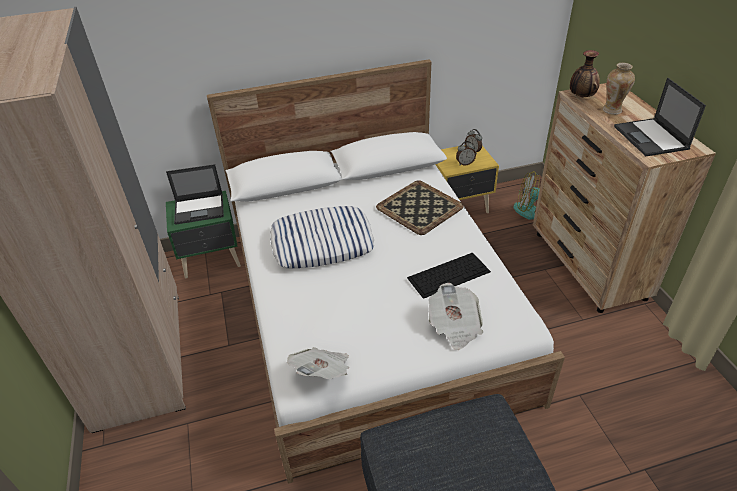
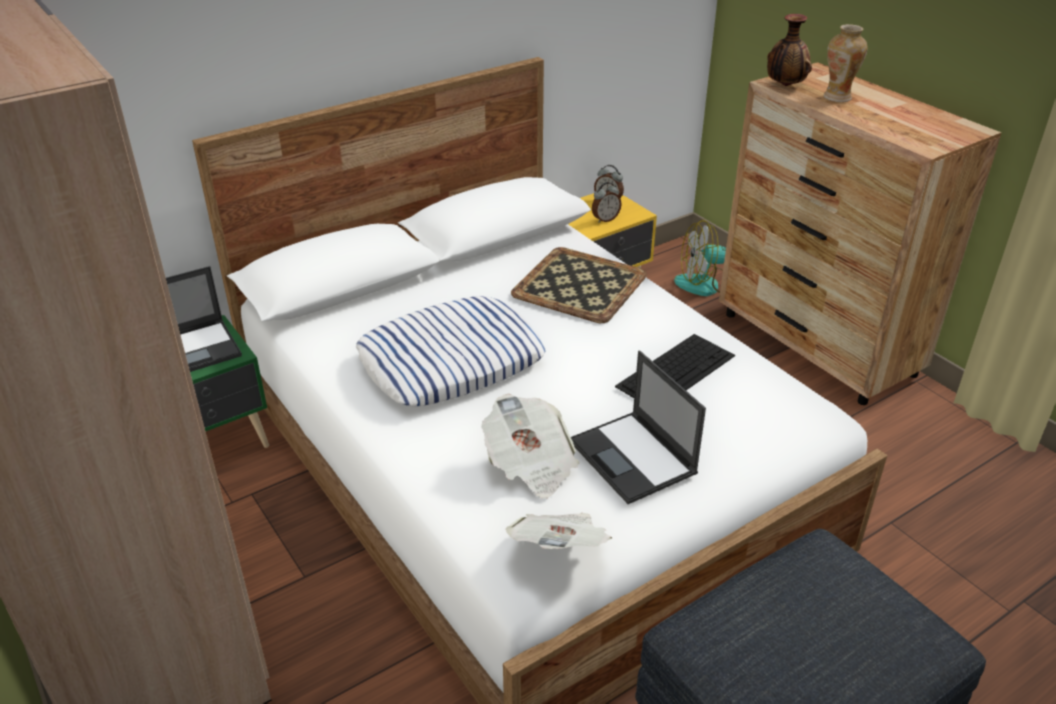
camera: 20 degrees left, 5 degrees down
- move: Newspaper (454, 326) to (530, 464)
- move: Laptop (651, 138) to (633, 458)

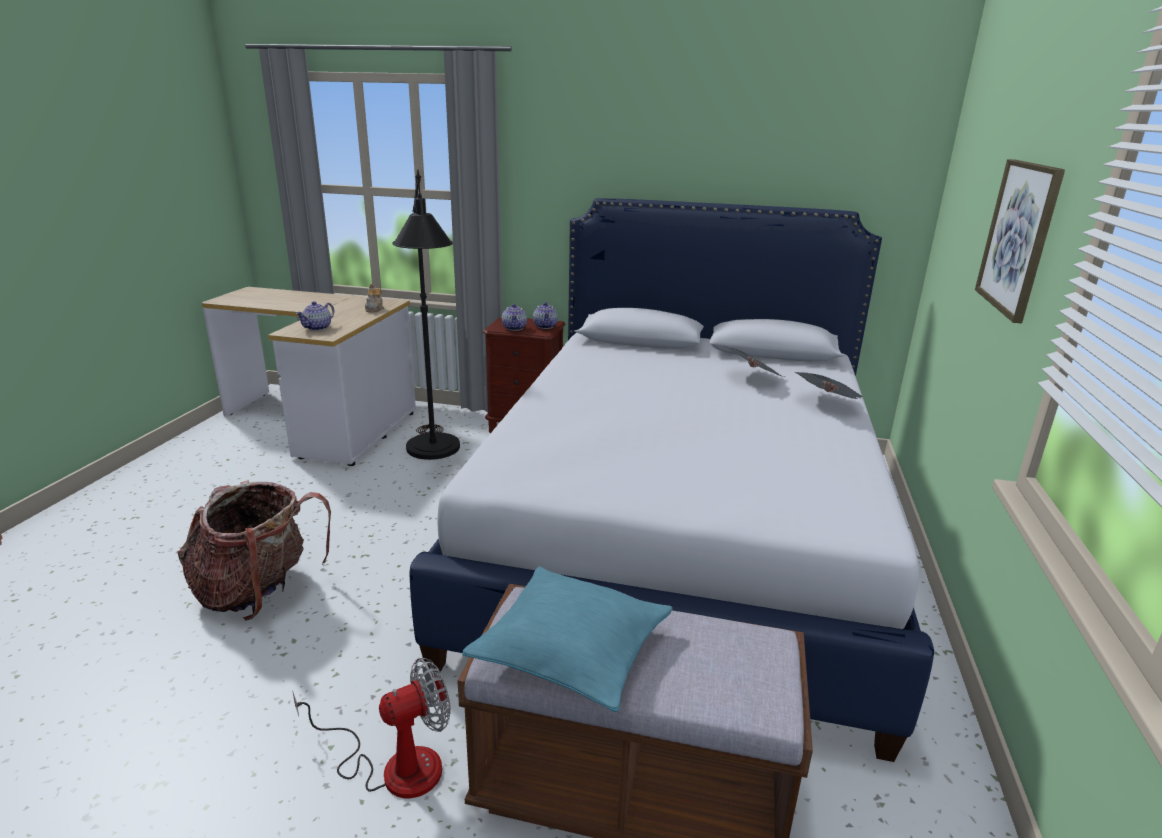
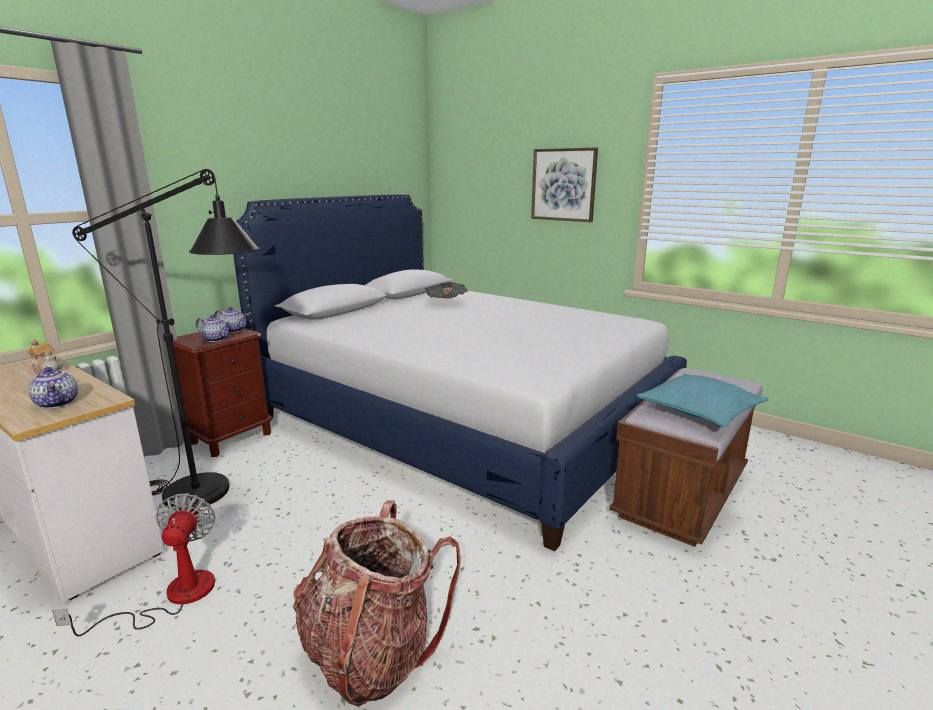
camera: 65 degrees left, 5 degrees down
- delete: Newspaper (828, 404)
- move: Fan (394, 766) to (172, 597)

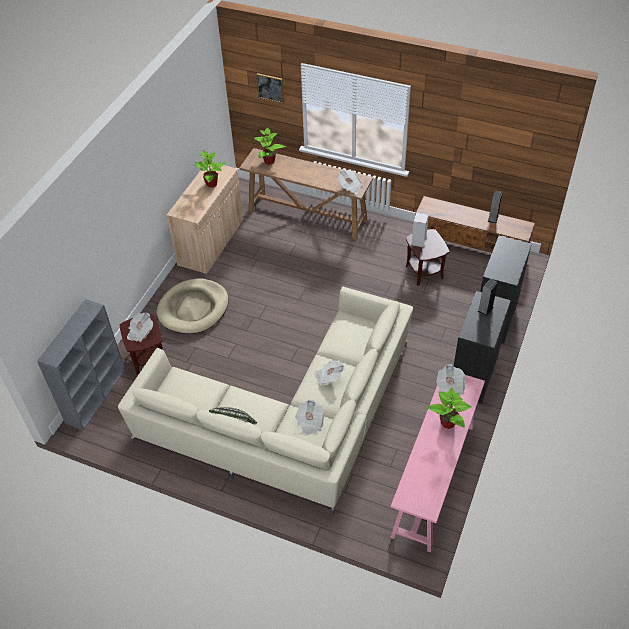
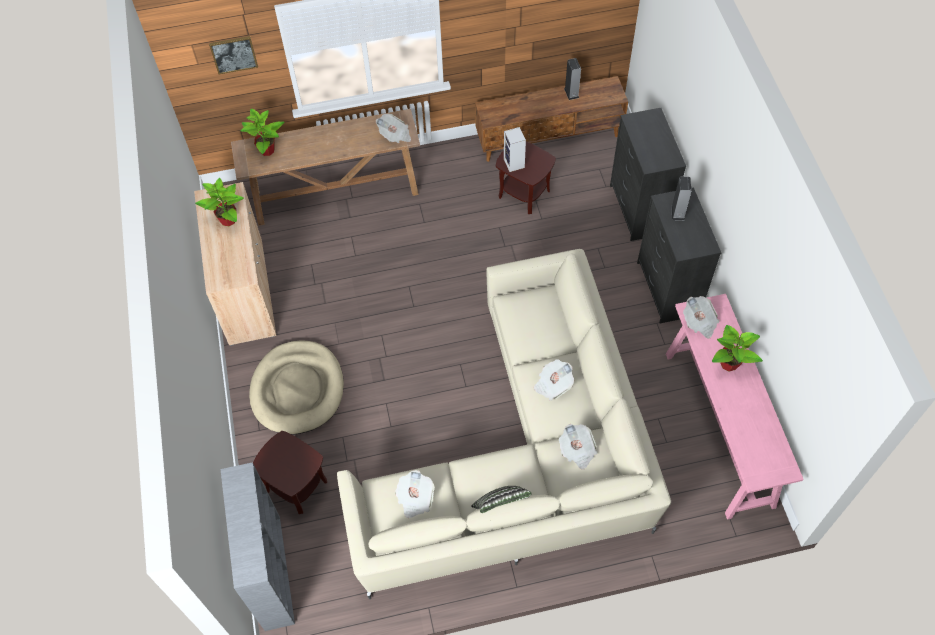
camera: 35 degrees left, 10 degrees up
- move: Newspaper (140, 332) to (415, 499)

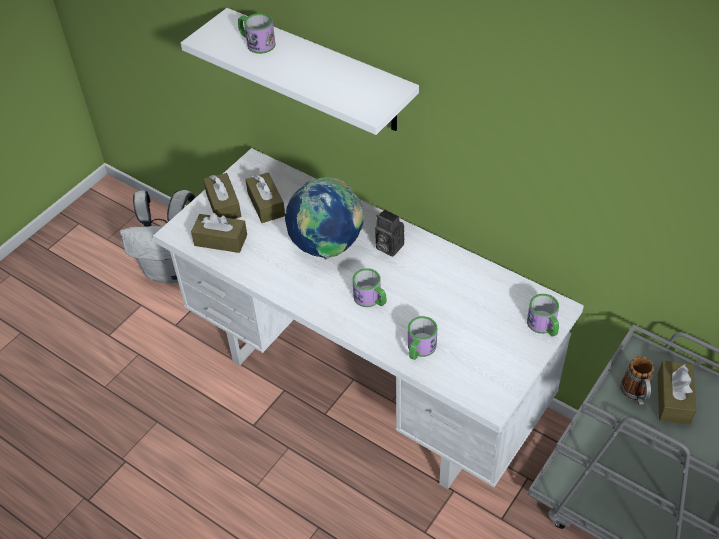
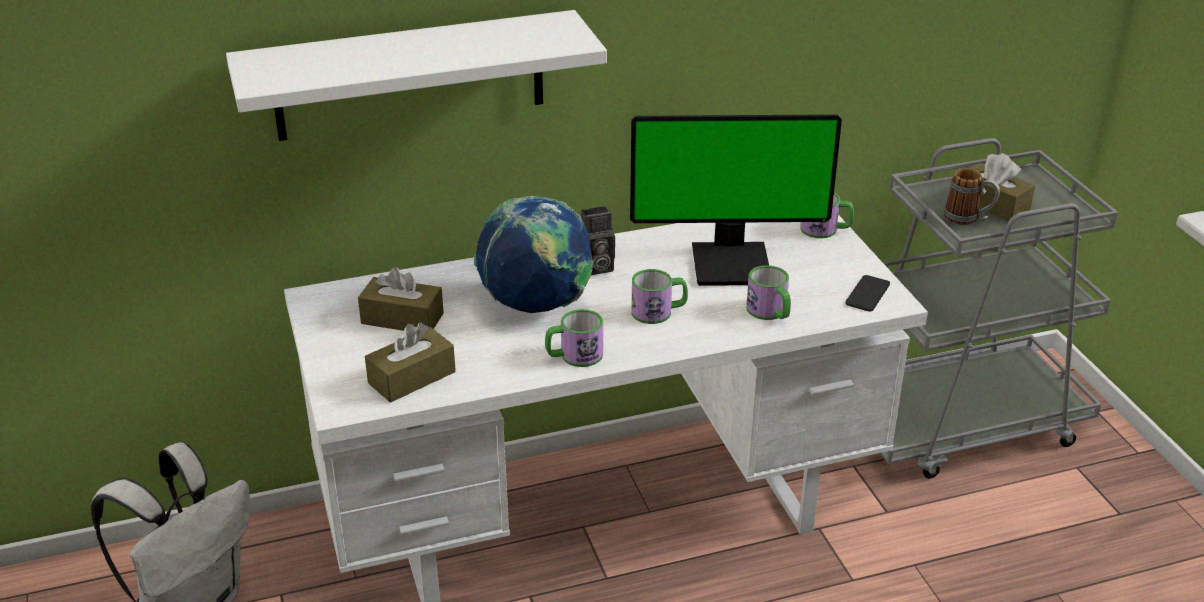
camera: 55 degrees left, 15 degrees down
- delete: BrownBoxOfTissues (223, 205)
- insert: Monitor (732, 262)
- insert: Telephone (867, 294)
- move: CoffeeMug (256, 43) to (574, 356)

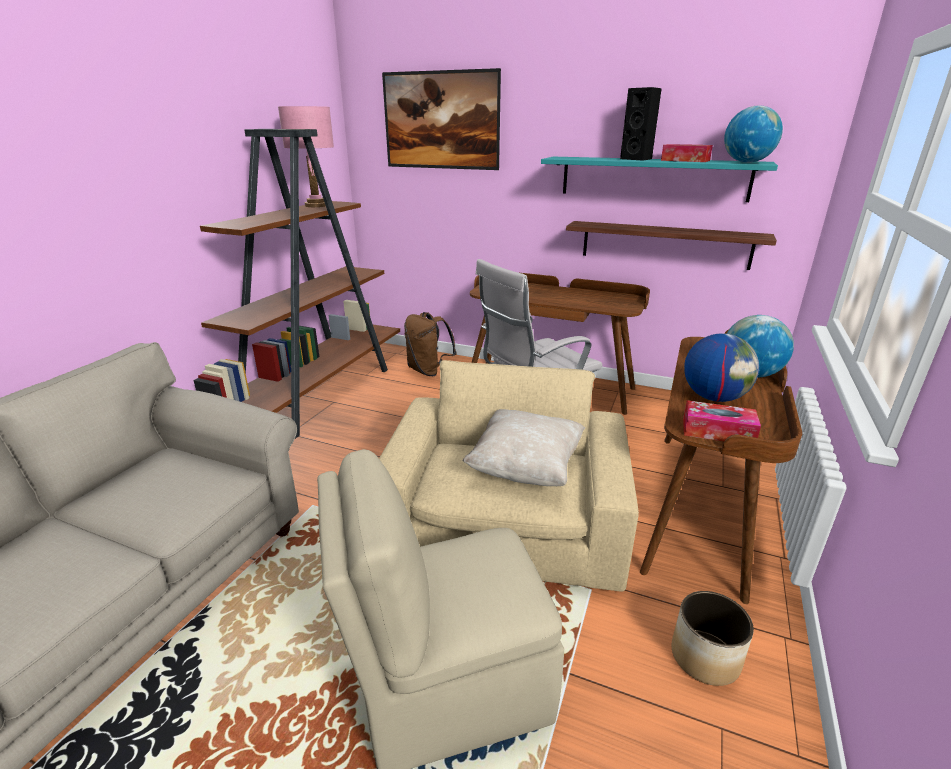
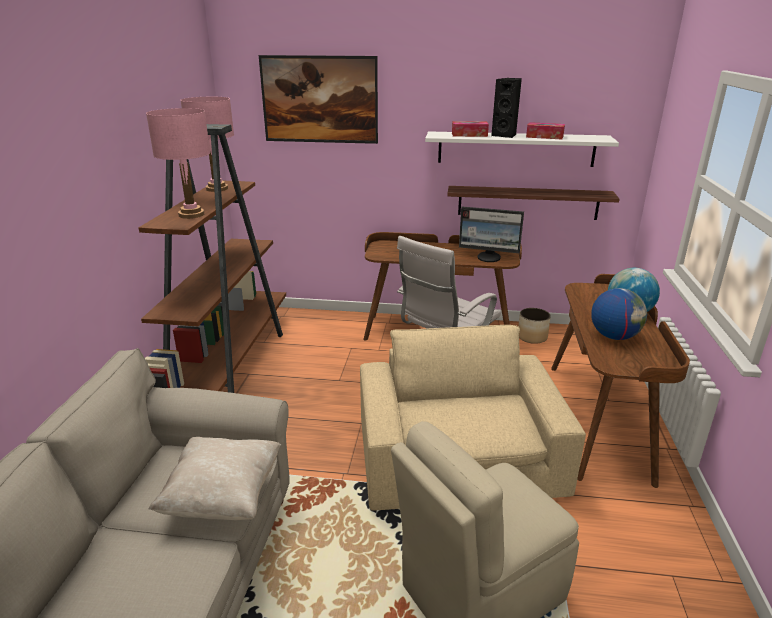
camera: 15 degrees left, 0 degrees up
- delete: BrownKnapsack (428, 371)
- delete: DeskGlobe (746, 162)
- insert: PinkColouredTabletopLamp (191, 214)
- insert: Monitor (489, 257)
- move: BeigeColouredThrowPillow (525, 468) to (223, 497)
- move: FlowerPot (706, 657) to (532, 337)
- move: BoxOfTissues (717, 432) to (469, 135)
- recolor: BlueGreenBracketShelf (653, 178) to WhiteColouredBracketShelf (515, 149)

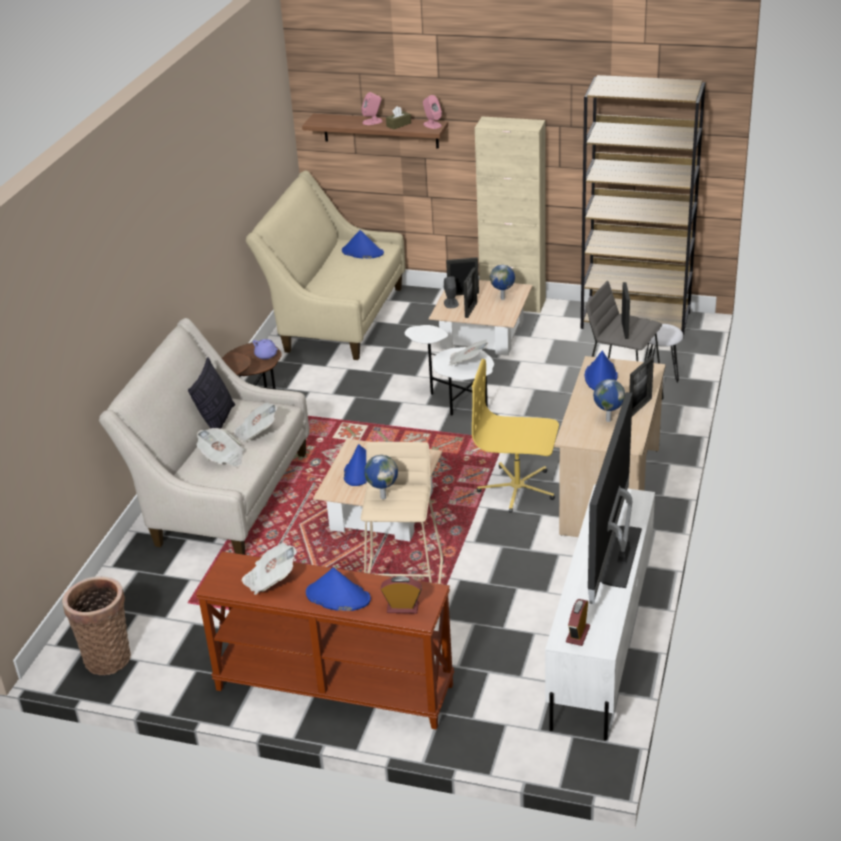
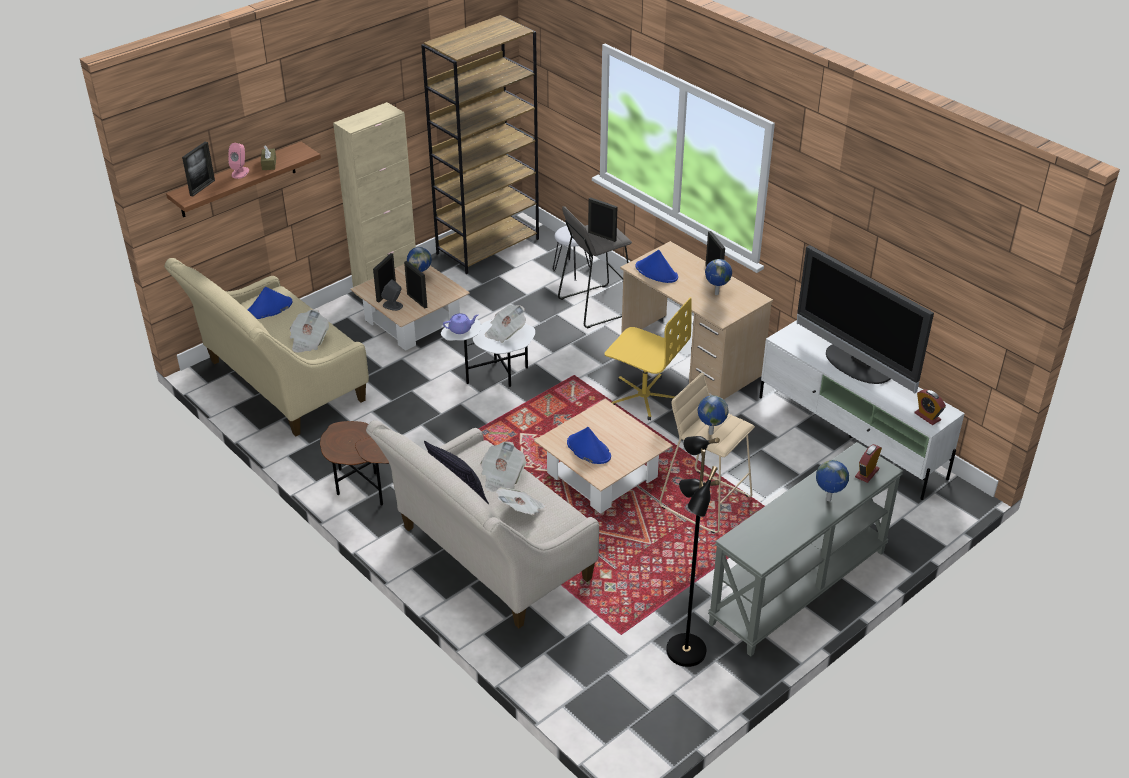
camera: 60 degrees left, 5 degrees up
- delete: StorageBasket (107, 656)
- delete: PinkColouredLoudspeaker (432, 125)
- insert: PictureFrame (202, 188)
- insert: BlackColouredStandardLamp (684, 651)
- move: Newspaper (270, 580) to (308, 341)
- move: PurpleColouredTeapot (266, 355) to (461, 329)
- replace: BlueHat (337, 597) to DeskGlobe (828, 499)
- recolor: BrownHallTable (333, 688) to GreyHallTable (799, 588)
- rotate: YellowDeskChair (517, 489) = (644, 397) 105 degrees counterclockwise

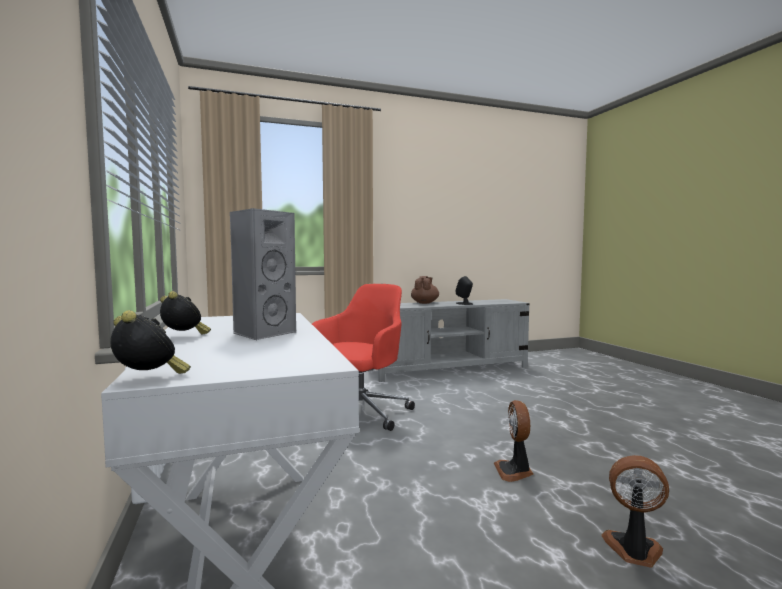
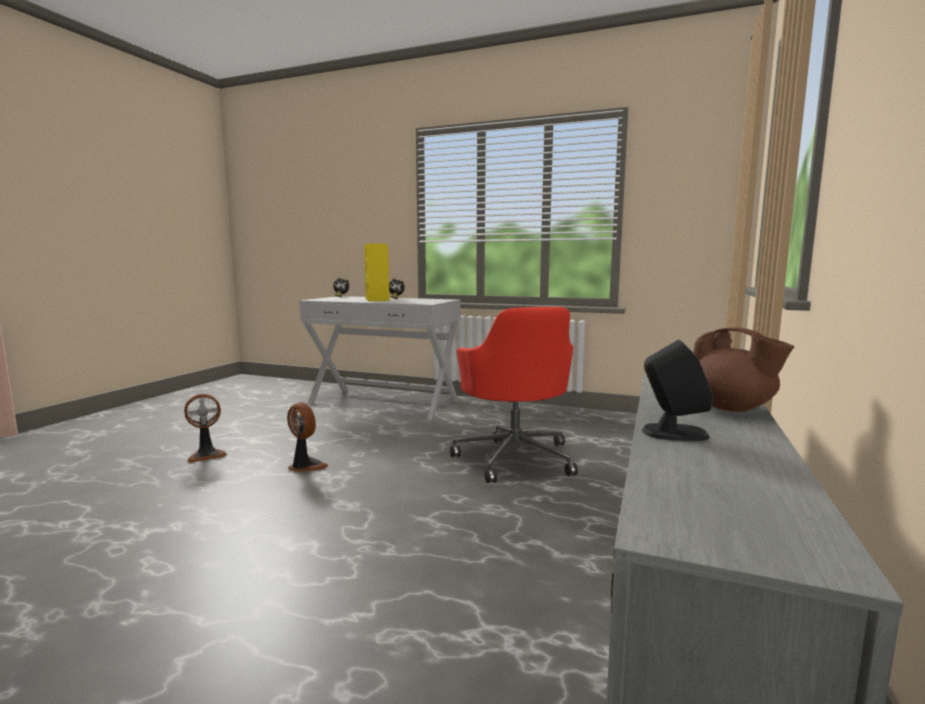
camera: 130 degrees right, 5 degrees up
- recolor: GreyLoudspeaker (262, 333) to YellowLoudspeaker (377, 300)

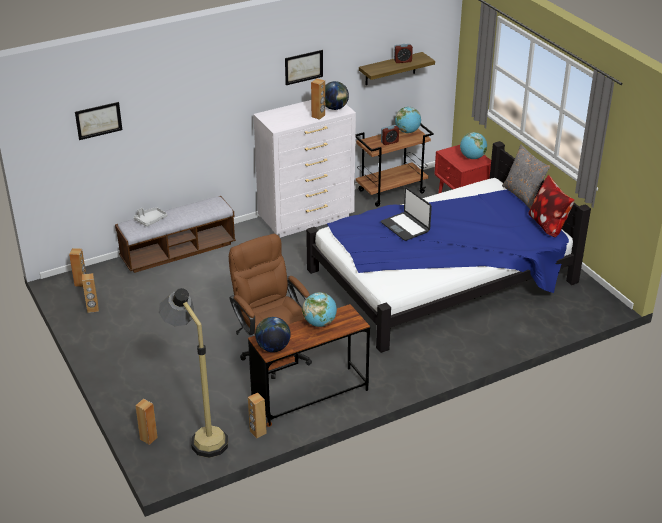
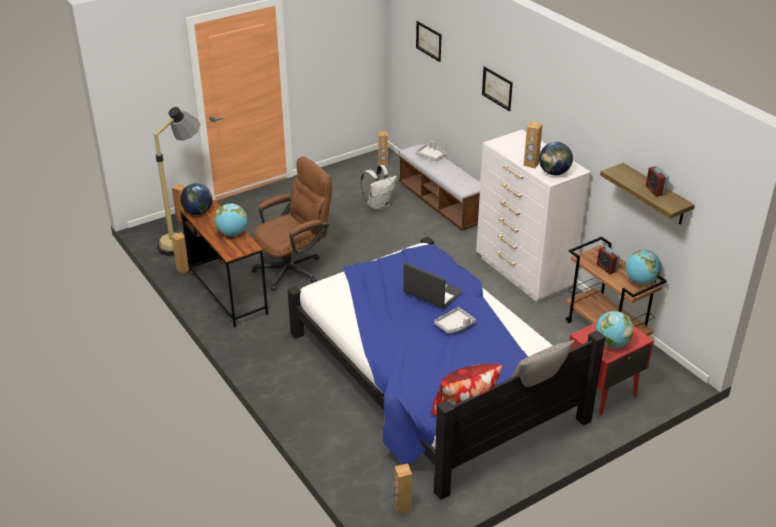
camera: 85 degrees right, 0 degrees up
- insert: WhiteColouredKnapsack (379, 205)
- insert: GreyServingTray (455, 325)
- move: BrownLoudspeaker (93, 309) to (402, 507)
- move: WallPicture (303, 67) to (497, 88)
- rotate: Laptop (405, 227) = (432, 293) 75 degrees clockwise

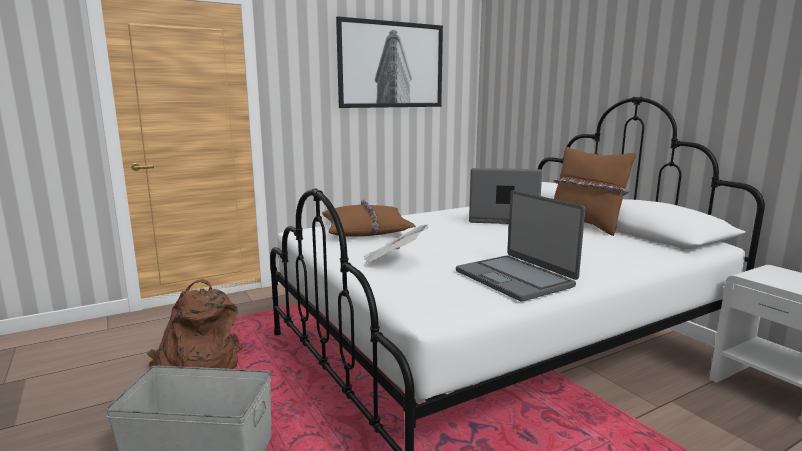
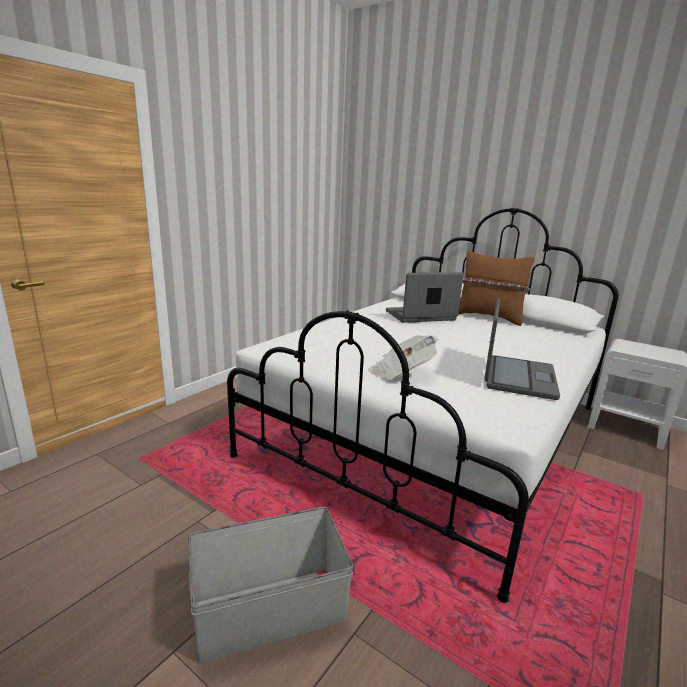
camera: 25 degrees left, 5 degrees up
- delete: BrownKnapsack (198, 365)
- delete: BrownThrowPillow (366, 230)
- delete: WallPicture (391, 65)
- rotate: Laptop (515, 278) = (518, 377) 105 degrees counterclockwise

